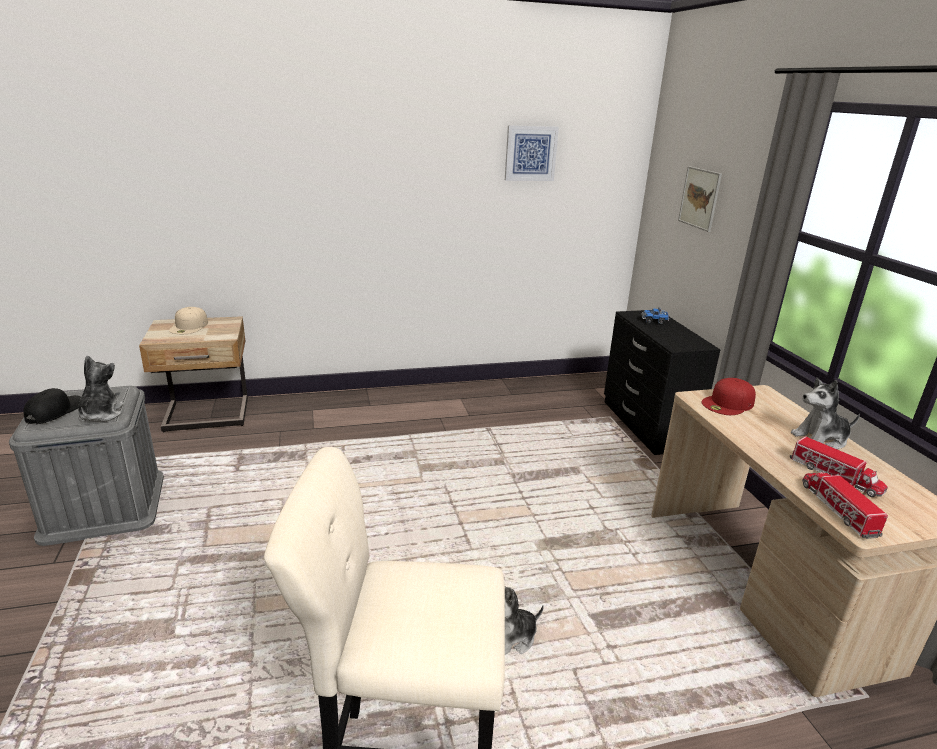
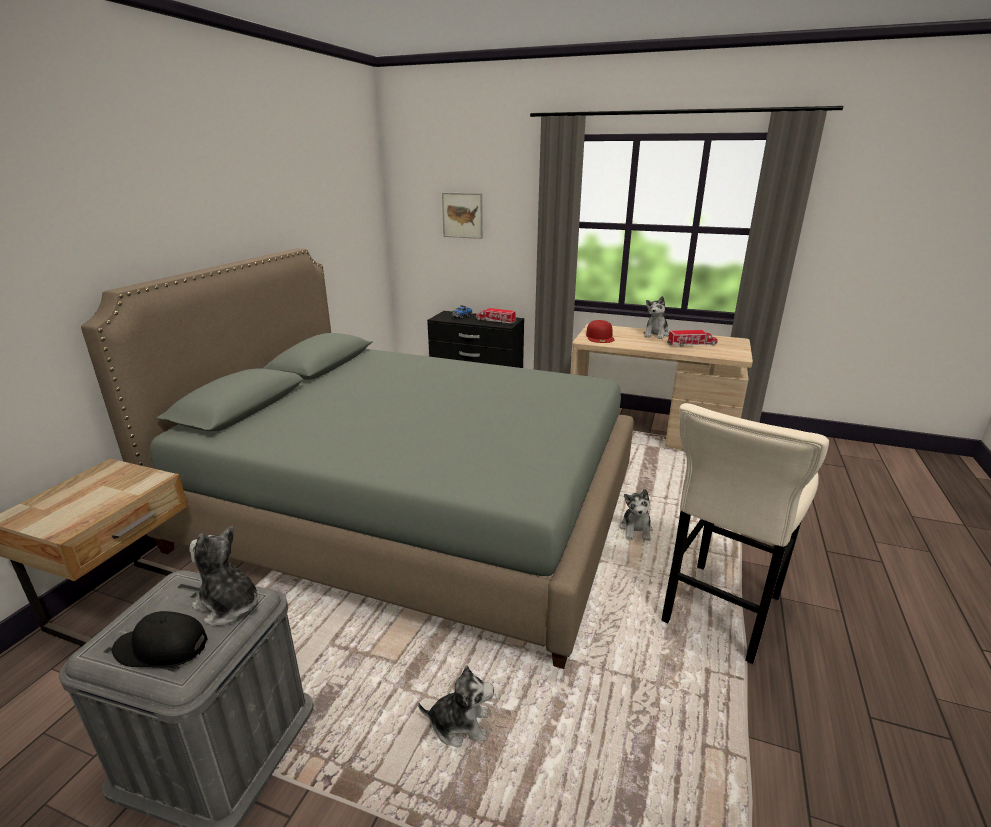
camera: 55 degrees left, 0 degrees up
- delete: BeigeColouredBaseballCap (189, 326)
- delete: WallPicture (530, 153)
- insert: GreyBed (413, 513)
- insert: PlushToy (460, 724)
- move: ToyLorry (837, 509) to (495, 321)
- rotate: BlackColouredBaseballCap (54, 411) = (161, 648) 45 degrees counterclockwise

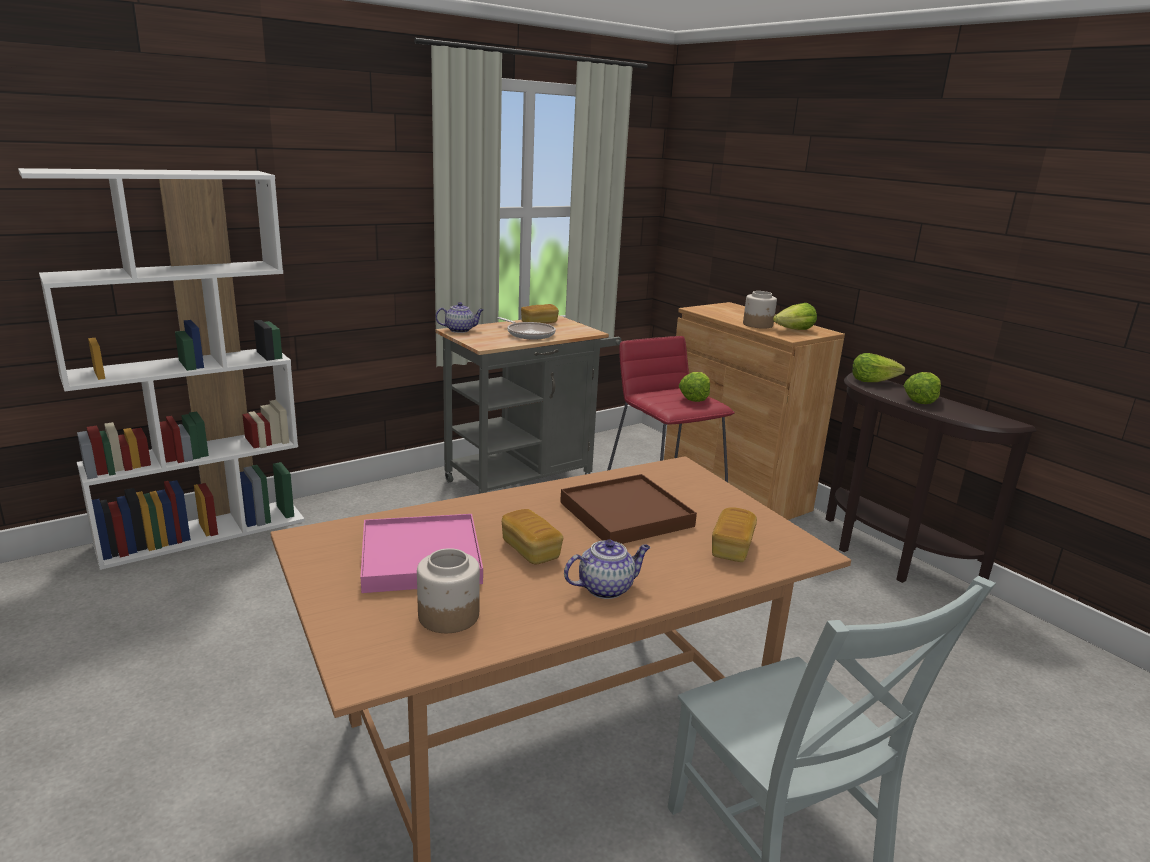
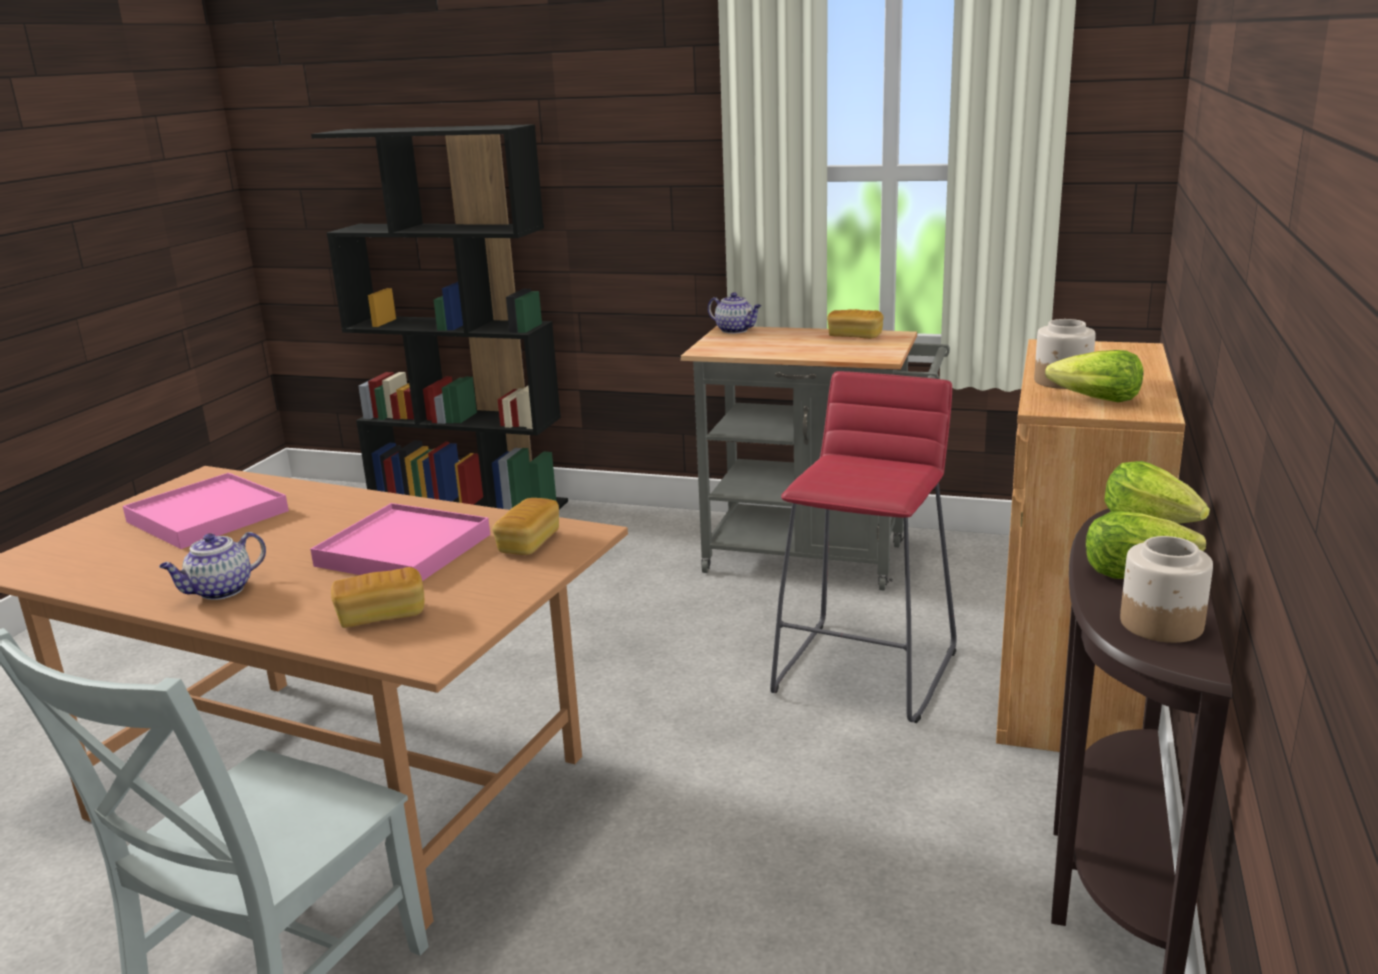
camera: 55 degrees right, 0 degrees up
- delete: Pan (529, 334)
- delete: LettuceHead (694, 397)
- move: Jar (448, 616) to (1160, 624)
- move: BakeryBread (530, 550) to (529, 543)
- recolor: WhiteColouredBookcase (204, 532) to BlackColouredBookcase (470, 503)
- recolor: BrownServingTray (626, 514) to PinkColouredServingTray (404, 550)
- rotate: Teapot (606, 588) = (220, 591) 105 degrees clockwise

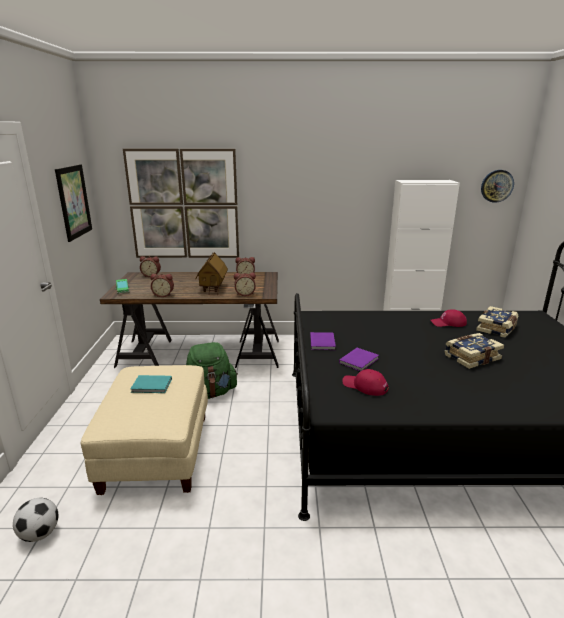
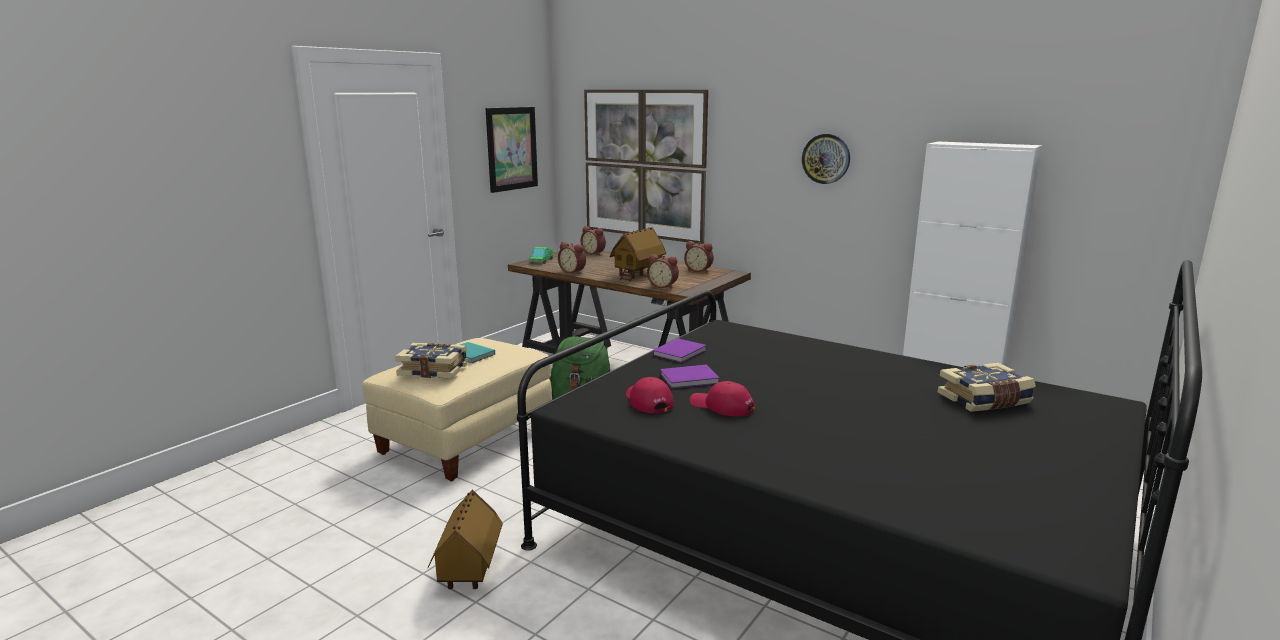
camera: 35 degrees right, 5 degrees down
- delete: Football (40, 534)
- insert: ToyHouse (468, 571)
- move: ReddishBaseballCap (448, 323) to (721, 406)
- move: Book (471, 357) to (434, 370)
- move: WallClock (497, 186) to (826, 158)

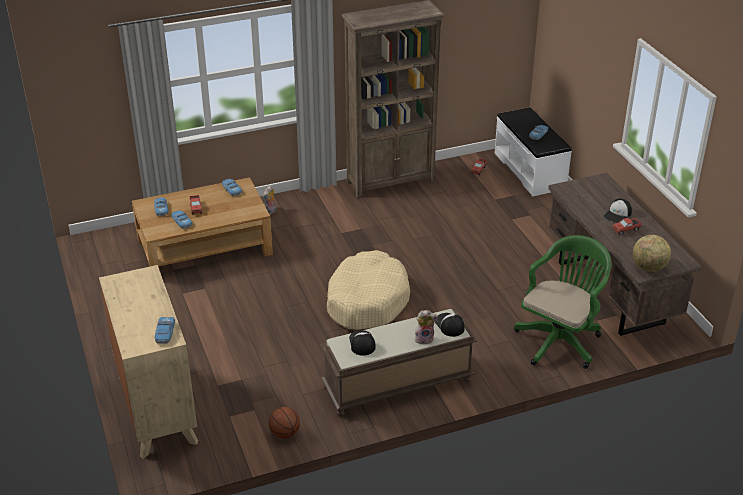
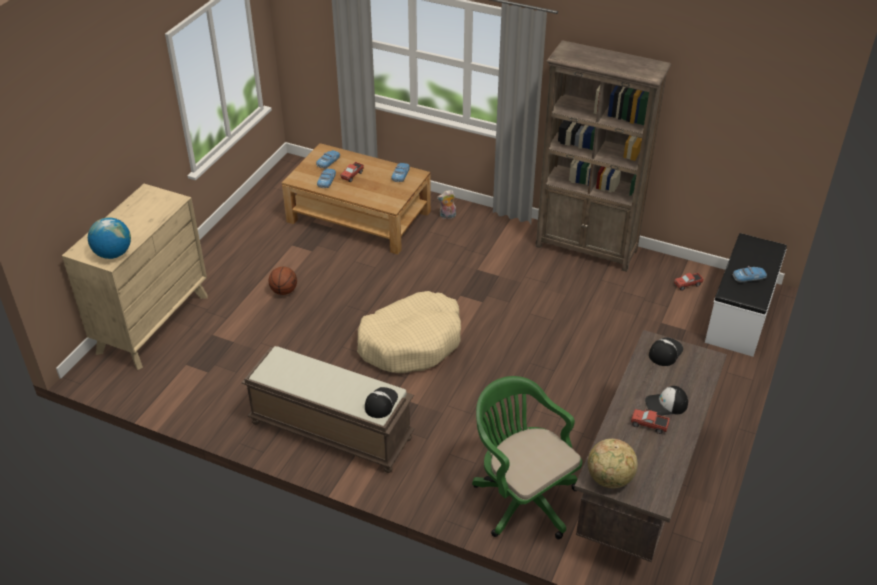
camera: 45 degrees right, 5 degrees up
- delete: PlushToy (424, 338)
- move: BasketballBall (284, 433) to (284, 291)
- move: BaseballCap (362, 343) to (665, 352)
- replace: ModelCar (165, 333) to DeskGlobe (113, 254)
- rotate: GreenishDeskChair (560, 340) = (521, 497) 120 degrees counterclockwise

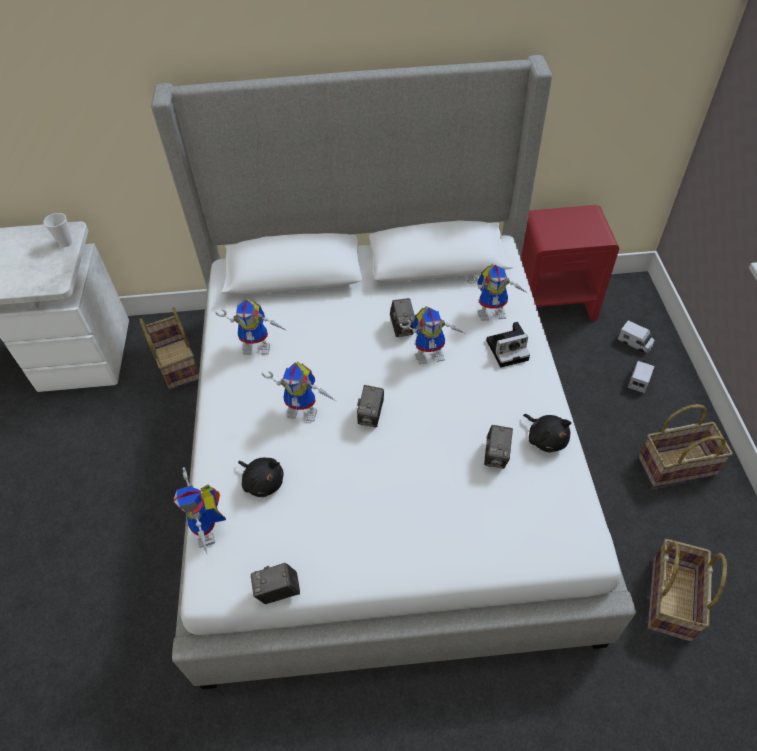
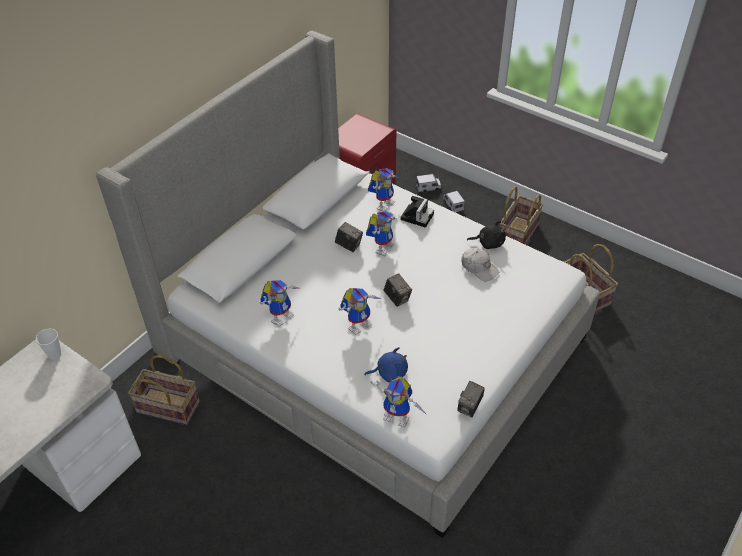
camera: 50 degrees left, 5 degrees down
- replace: StillCamera (496, 456) to WhiteColouredBaseballCap (479, 268)
- recolor: BlackColouredPlushToy (263, 482) to BluePlushToy (389, 372)

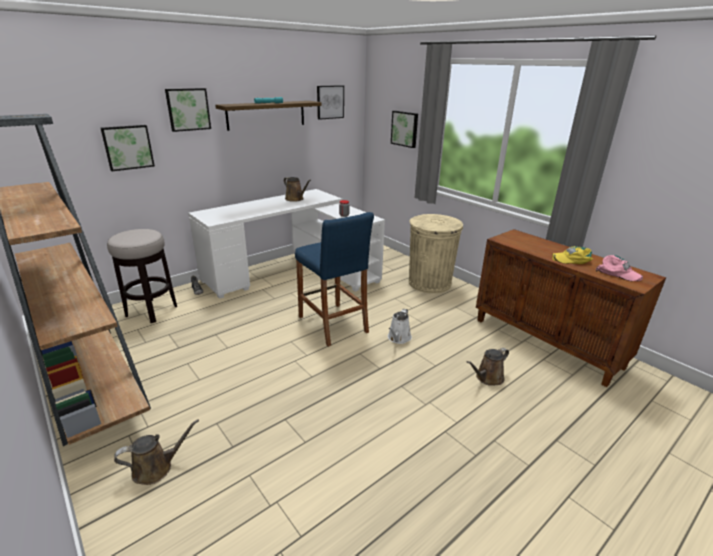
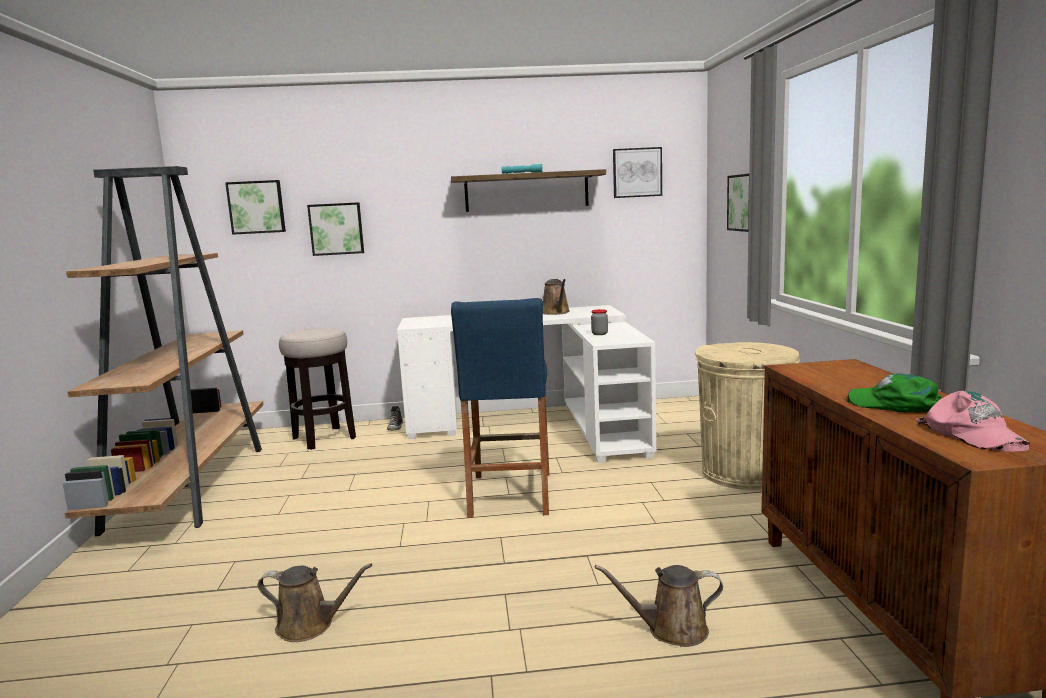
camera: 35 degrees right, 15 degrees down
- delete: WhiteColouredSprinklingCan (398, 338)
- move: BrownSprinklingCan (156, 468) to (310, 625)
- move: WallPicture (188, 109) to (256, 207)
- recolor: YellowBaseballCap (572, 259) to GreenishBaseballCap (895, 404)

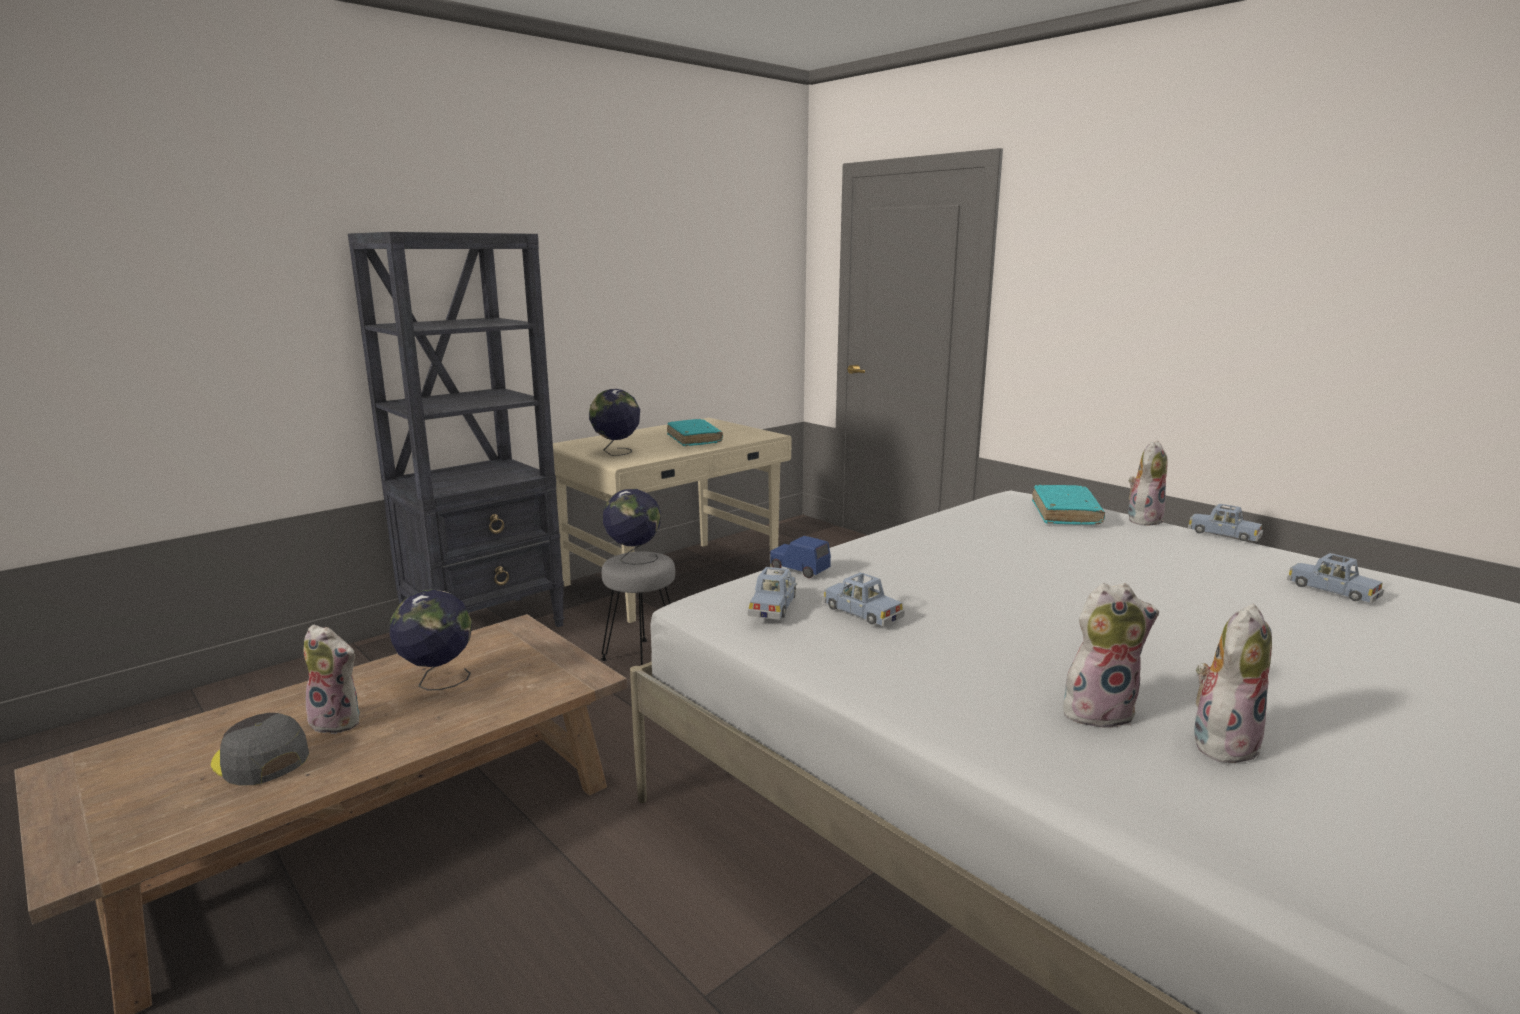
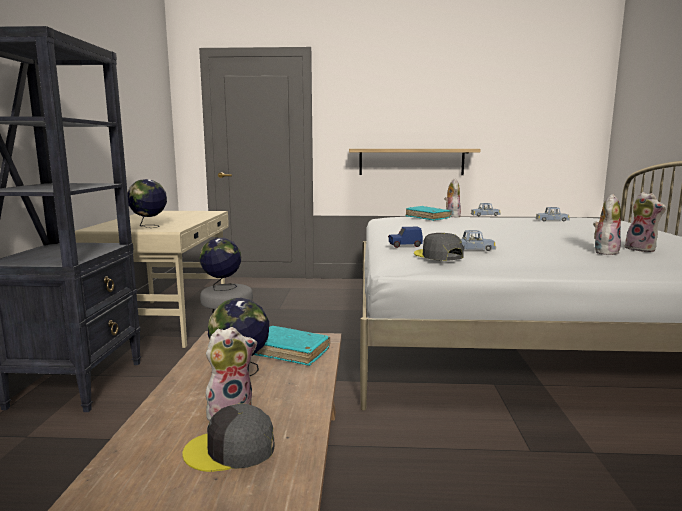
camera: 45 degrees left, 5 degrees down
- insert: BracketShelf (411, 161)
- move: BlueGreenBook (694, 439) to (290, 352)
- replace: BlueModelCar (774, 605) to GreyBaseballCap (438, 255)
- rotate: PlushToy (1222, 742) = (642, 249) 150 degrees clockwise

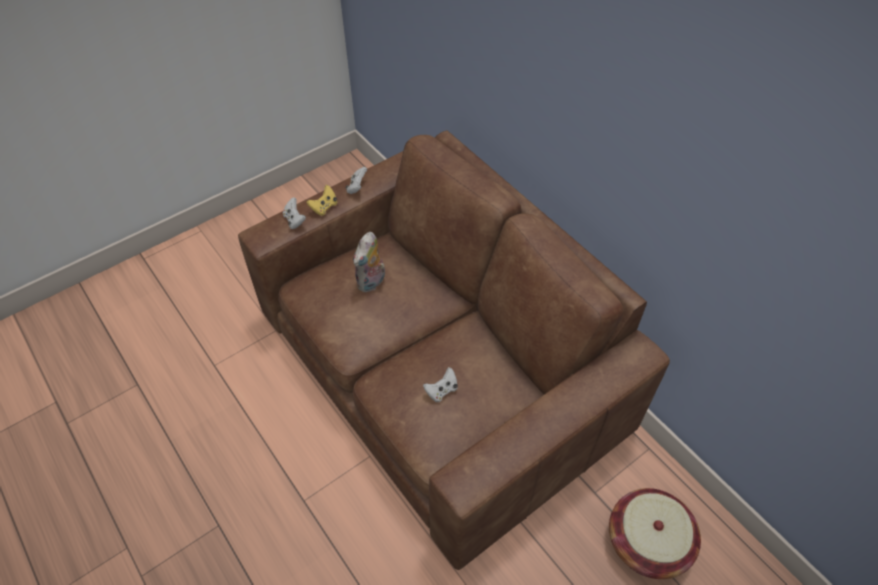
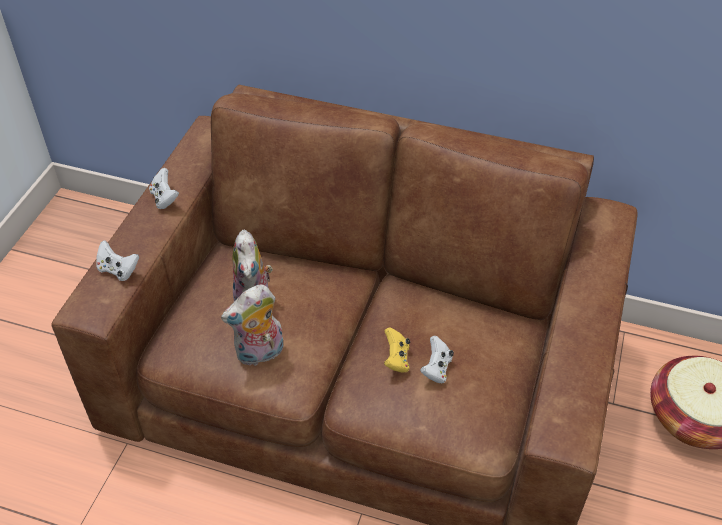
camera: 35 degrees left, 5 degrees down
- insert: PlushToy (260, 354)
- move: YellowGameController (324, 207) to (396, 359)

